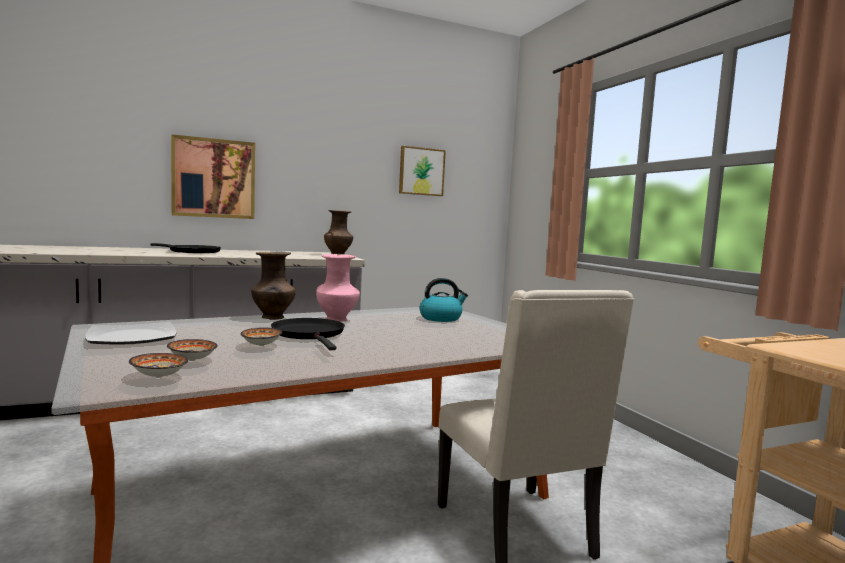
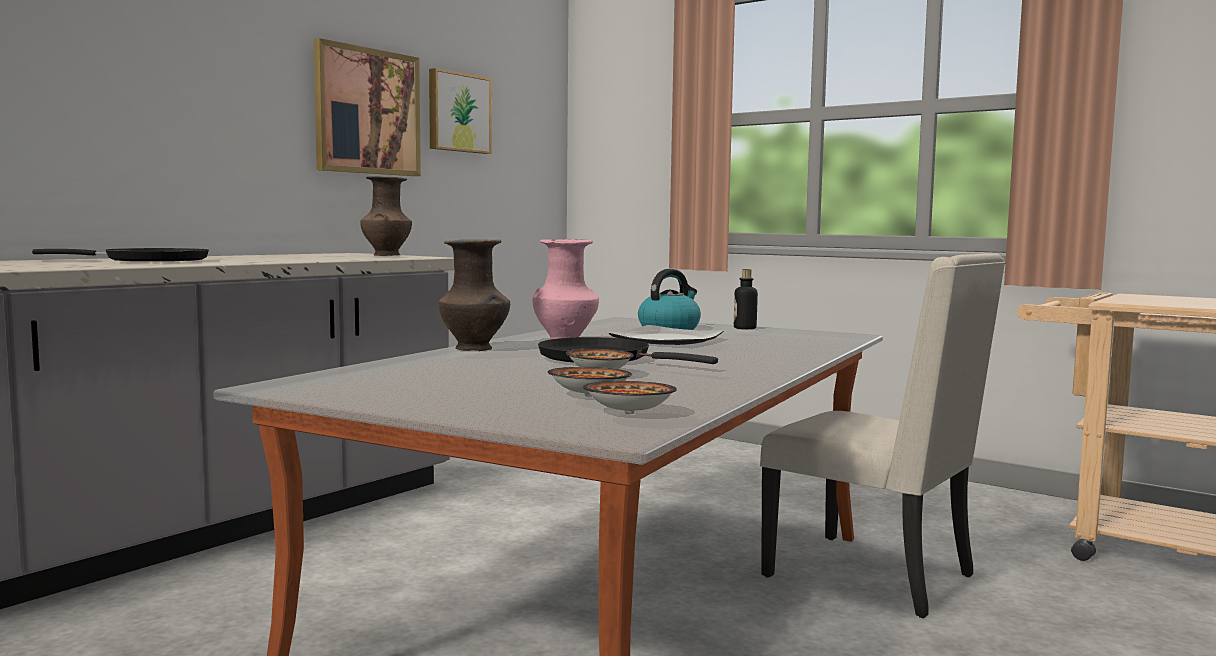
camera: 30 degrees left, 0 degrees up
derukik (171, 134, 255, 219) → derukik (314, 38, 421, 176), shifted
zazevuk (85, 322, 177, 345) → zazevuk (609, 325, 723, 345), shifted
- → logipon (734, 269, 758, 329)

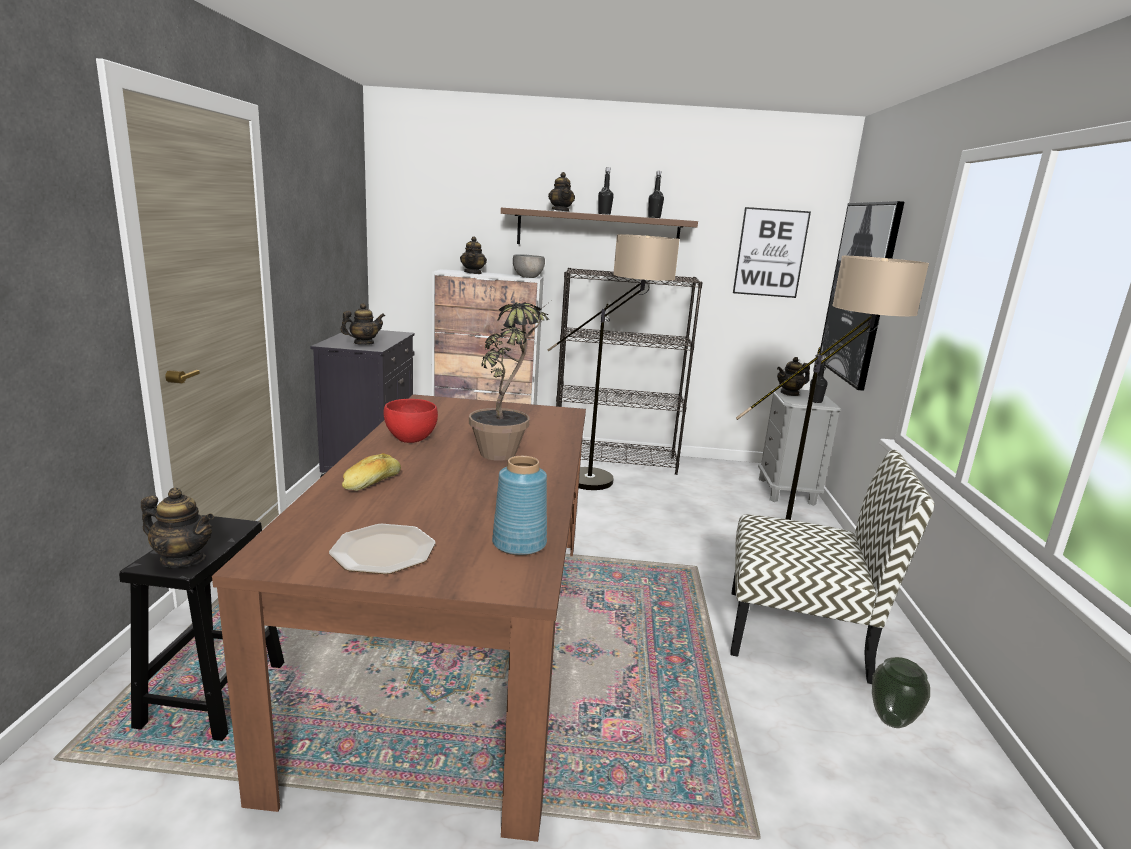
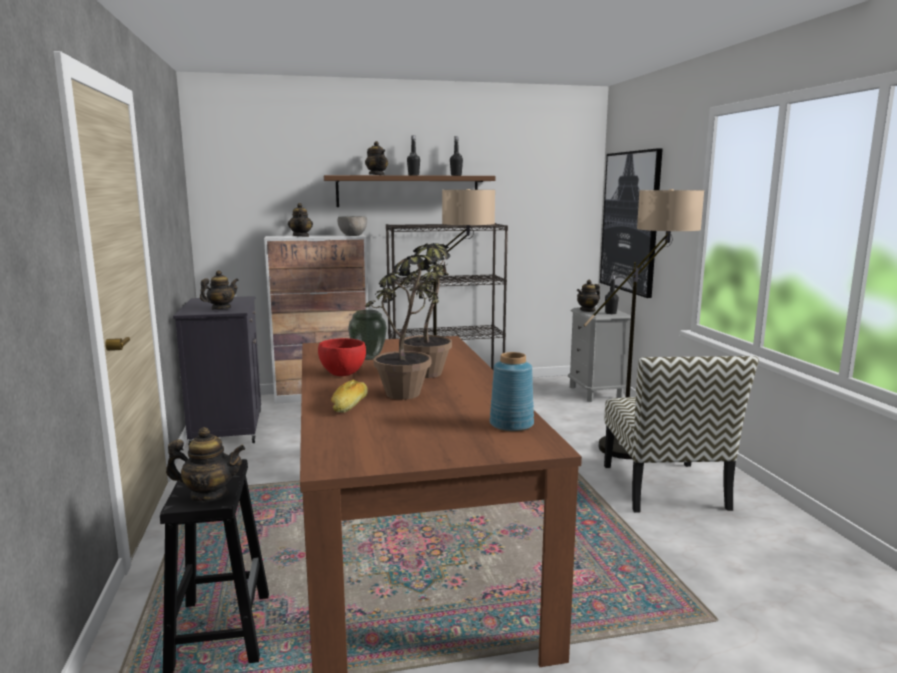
camera: 15 degrees left, 5 degrees down
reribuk (872, 657, 930, 728) → reribuk (348, 310, 387, 360), shifted
- → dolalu (366, 255, 448, 400)
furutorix (731, 450, 934, 684) → furutorix (604, 356, 759, 513), 90 degrees clockwise
zazevuk (329, 524, 436, 574) → -
derukik (733, 207, 811, 298) → -

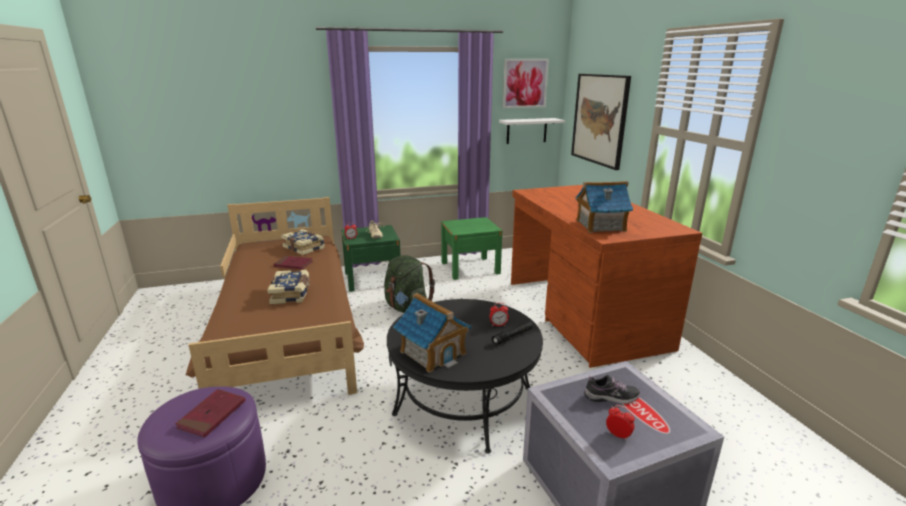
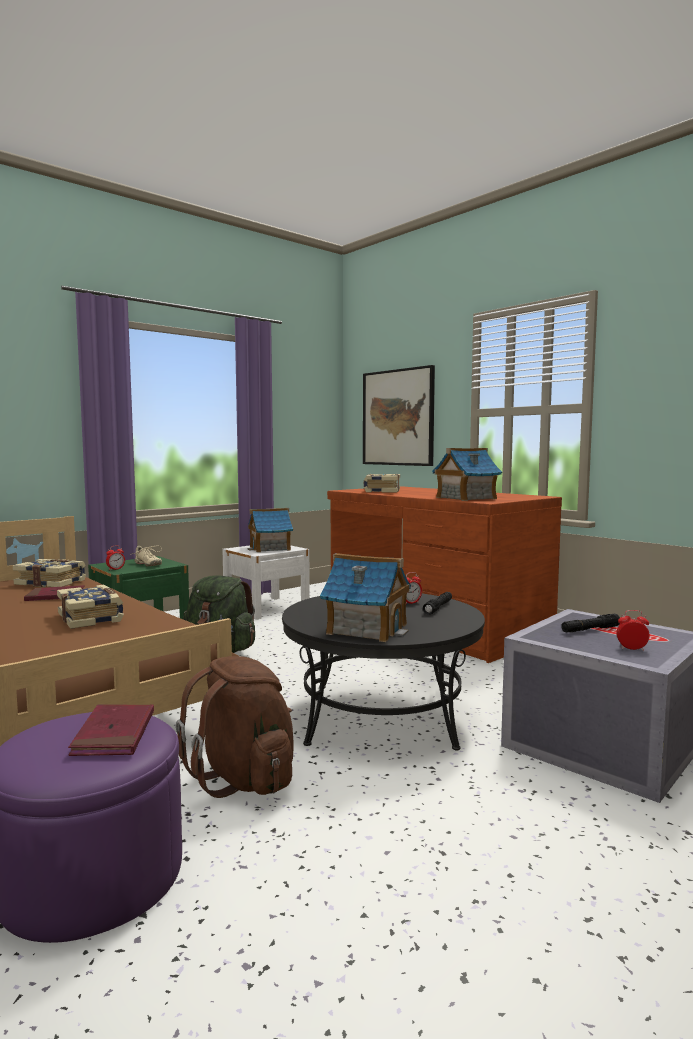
camera: 25 degrees left, 15 degrees down
- → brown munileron (176, 656, 294, 798)
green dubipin (441, 217, 502, 280) → white dubipin (222, 545, 310, 619)
- → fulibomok (247, 508, 293, 552)
- → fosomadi (364, 474, 400, 493)
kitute (584, 375, 640, 404) → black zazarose (561, 614, 620, 633)
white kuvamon (499, 118, 565, 144) → -
derukik (503, 59, 549, 108) → -

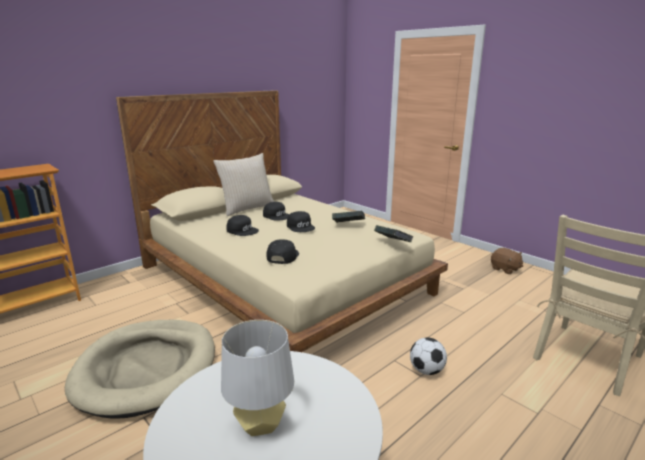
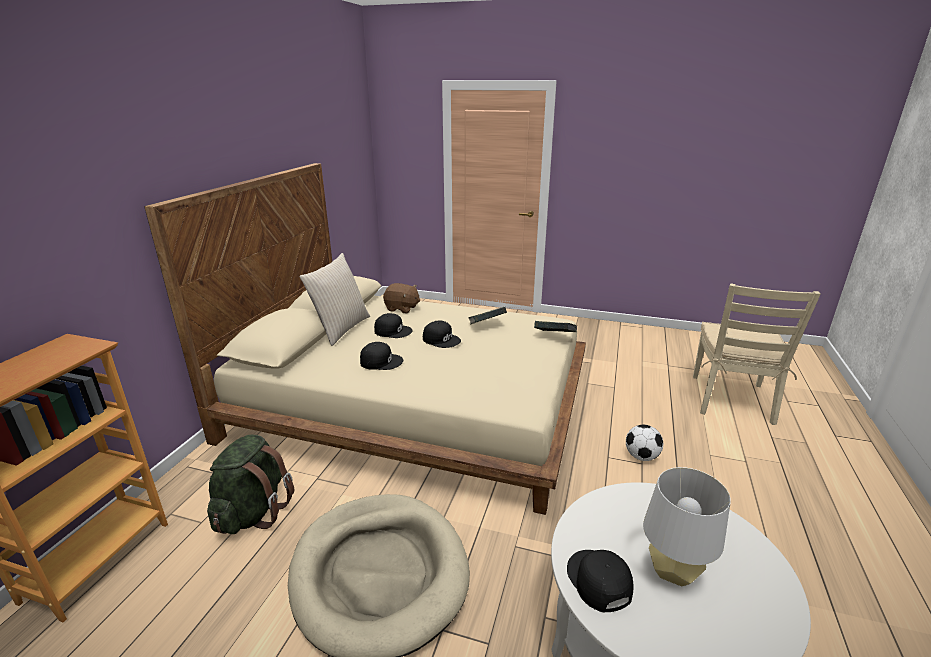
camera: 30 degrees left, 5 degrees up
- → green munileron (207, 435, 294, 534)
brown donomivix (491, 248, 523, 274) → brown donomivix (383, 283, 420, 313), shifted
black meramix (267, 239, 299, 264) → black meramix (567, 550, 634, 612), shifted

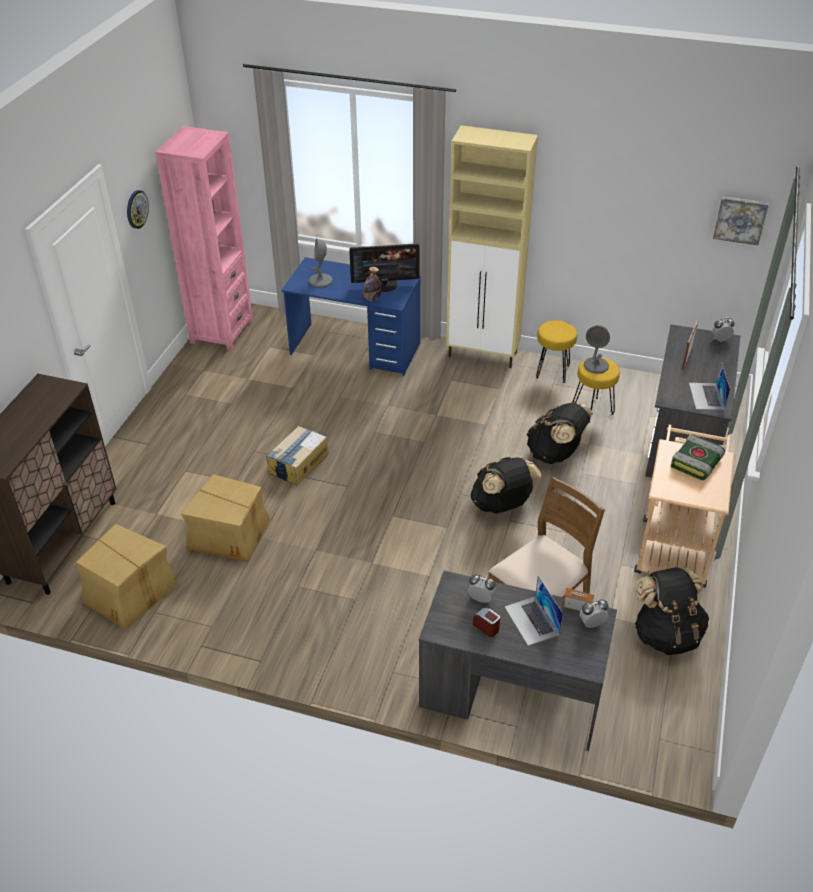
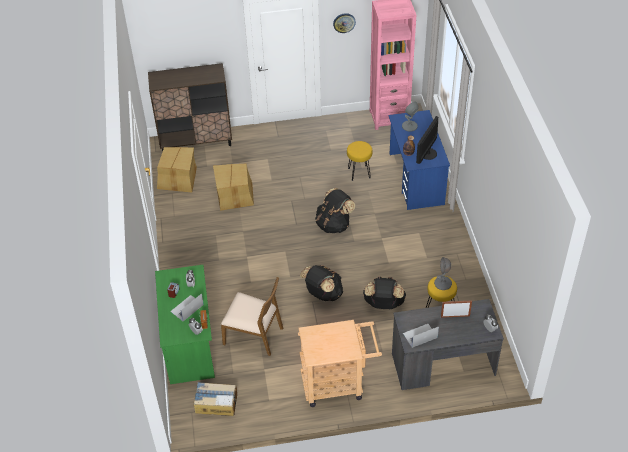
camera: 65 degrees right, 5 degrees up
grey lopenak (419, 571, 617, 751) → green lopenak (155, 265, 215, 384)
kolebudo (266, 426, 328, 486) → kolebudo (194, 382, 237, 416), shifted
black munileron (634, 567, 709, 655) → black munileron (315, 188, 355, 233), shifted
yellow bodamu (536, 320, 577, 383) → yellow bodamu (347, 141, 373, 181), shifted
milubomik (349, 243, 420, 292) → milubomik (416, 116, 438, 164), 60 degrees clockwise
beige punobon (446, 125, 538, 368) → -
fosomadi (671, 434, 725, 480) → -
derukik (713, 196, 769, 245) → -

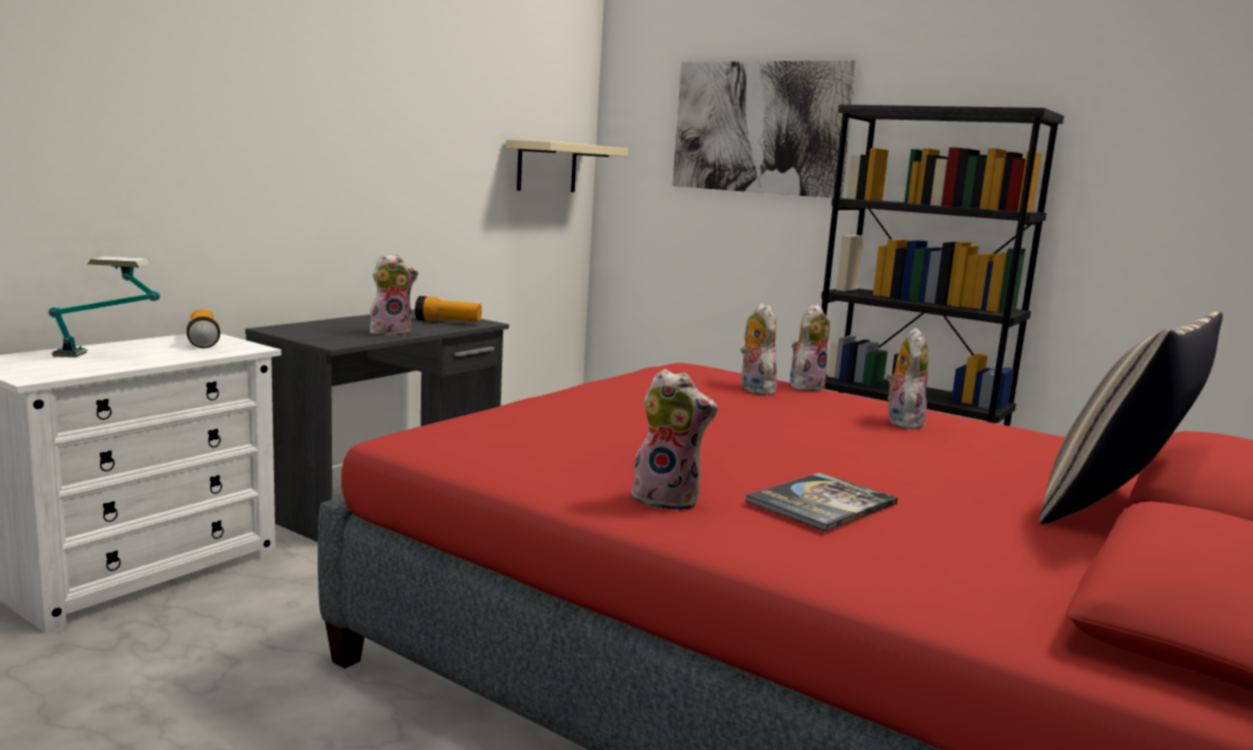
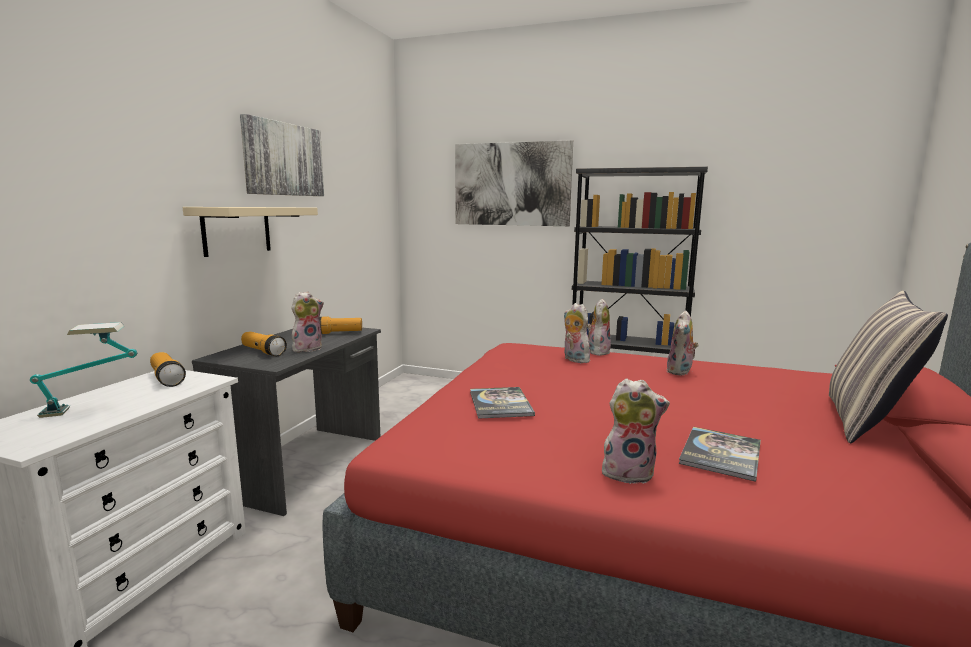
camera: 15 degrees left, 0 degrees up
beige kuvamon (506, 139, 628, 192) → beige kuvamon (183, 207, 318, 257), shifted
- → derukik (240, 114, 324, 196)
- → zazarose (241, 331, 287, 356)
- → fosomadi (470, 387, 535, 419)
donomivix (886, 328, 928, 429) → donomivix (667, 310, 699, 376), 150 degrees counterclockwise

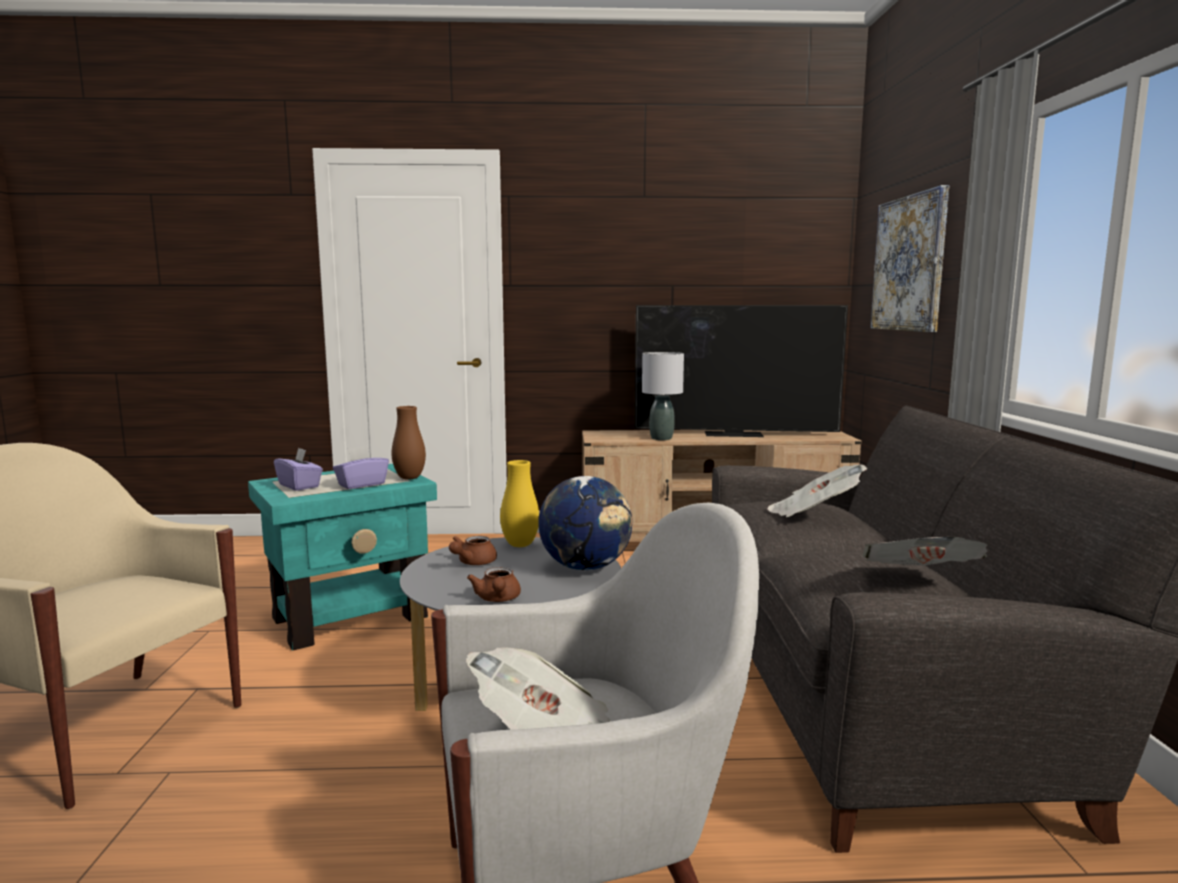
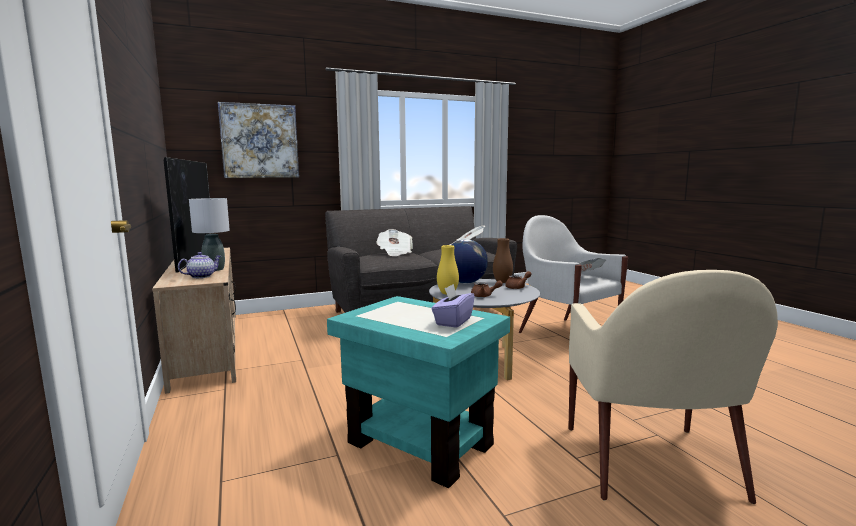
camera: 110 degrees left, 0 degrees up
- → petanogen (178, 252, 221, 278)
brown reribuk (391, 406, 426, 480) → brown reribuk (493, 238, 513, 283), shifted
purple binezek (333, 446, 389, 489) → -

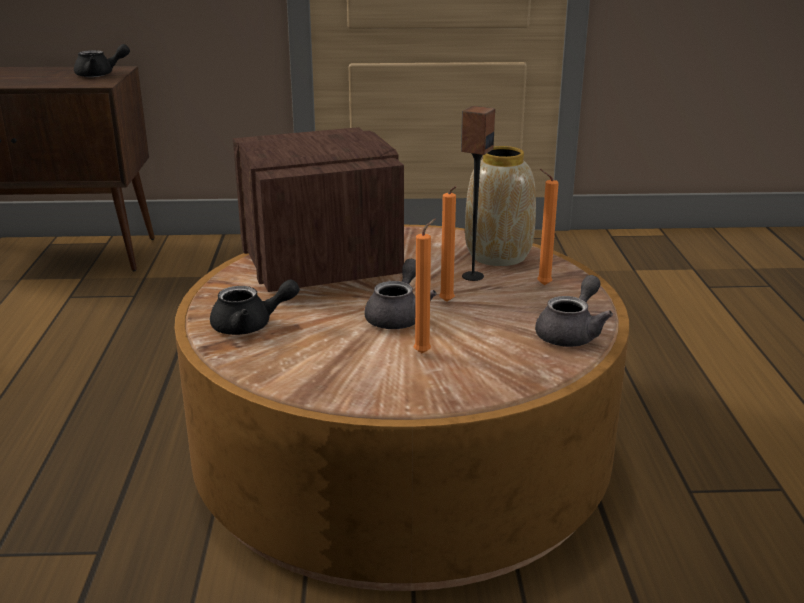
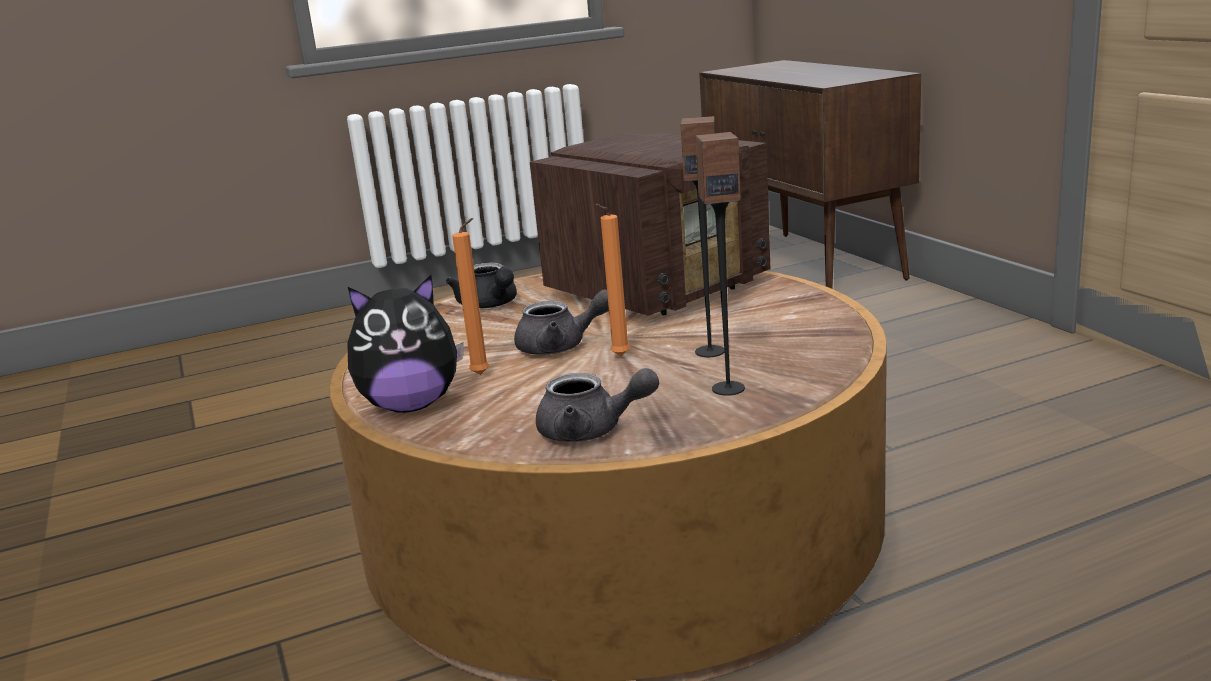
camera: 70 degrees right, 5 degrees down
- → donomivix (347, 275, 463, 413)
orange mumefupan (537, 169, 559, 285) → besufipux (695, 132, 745, 396)
black petanogen (74, 44, 130, 77) → -
reribuk (465, 146, 536, 266) → -

